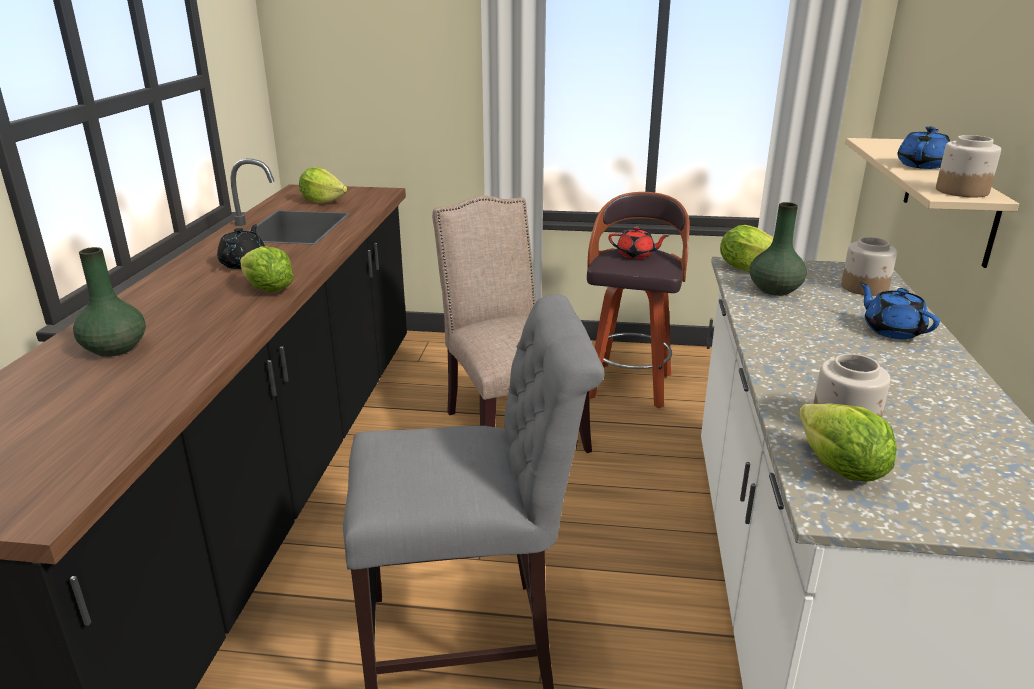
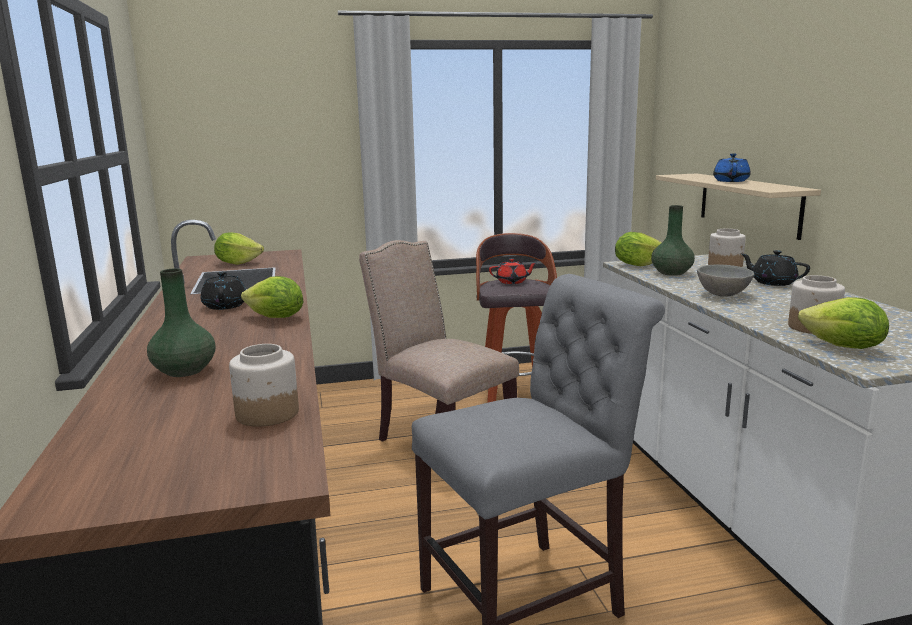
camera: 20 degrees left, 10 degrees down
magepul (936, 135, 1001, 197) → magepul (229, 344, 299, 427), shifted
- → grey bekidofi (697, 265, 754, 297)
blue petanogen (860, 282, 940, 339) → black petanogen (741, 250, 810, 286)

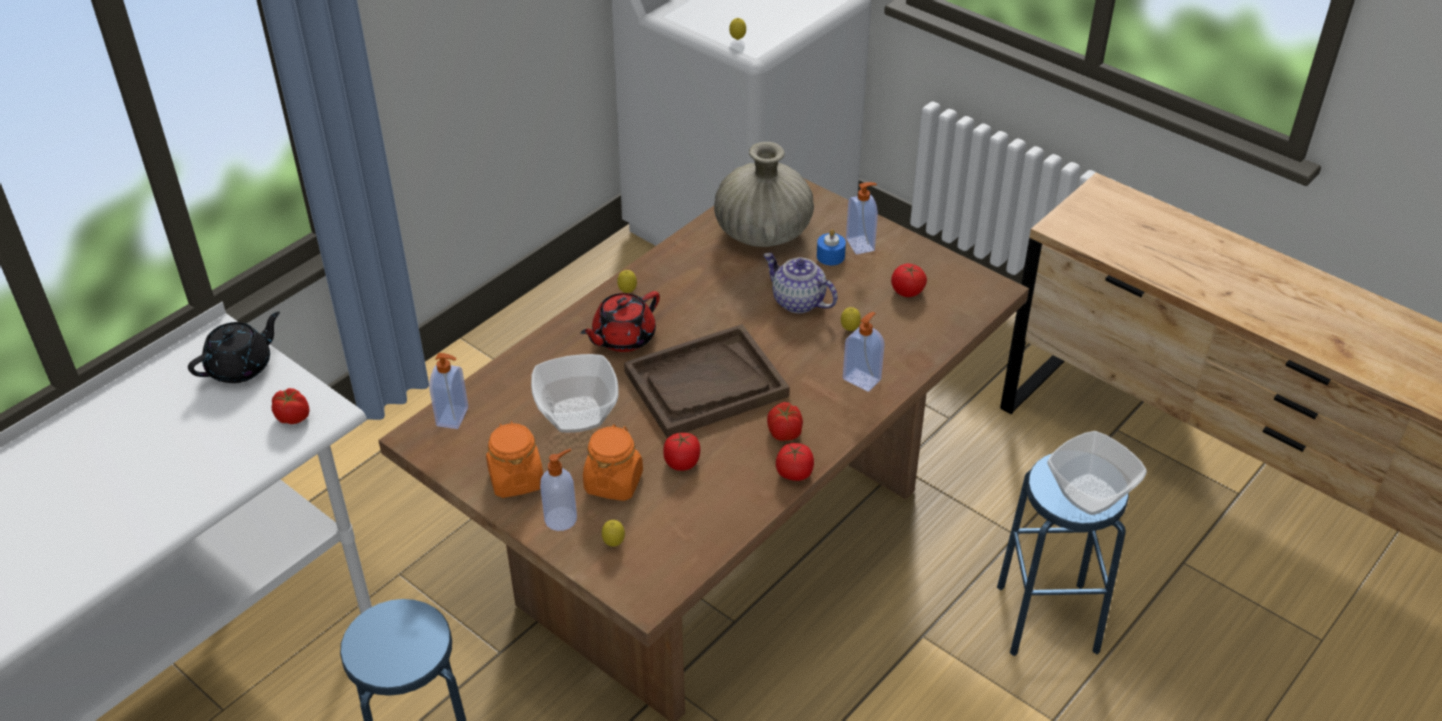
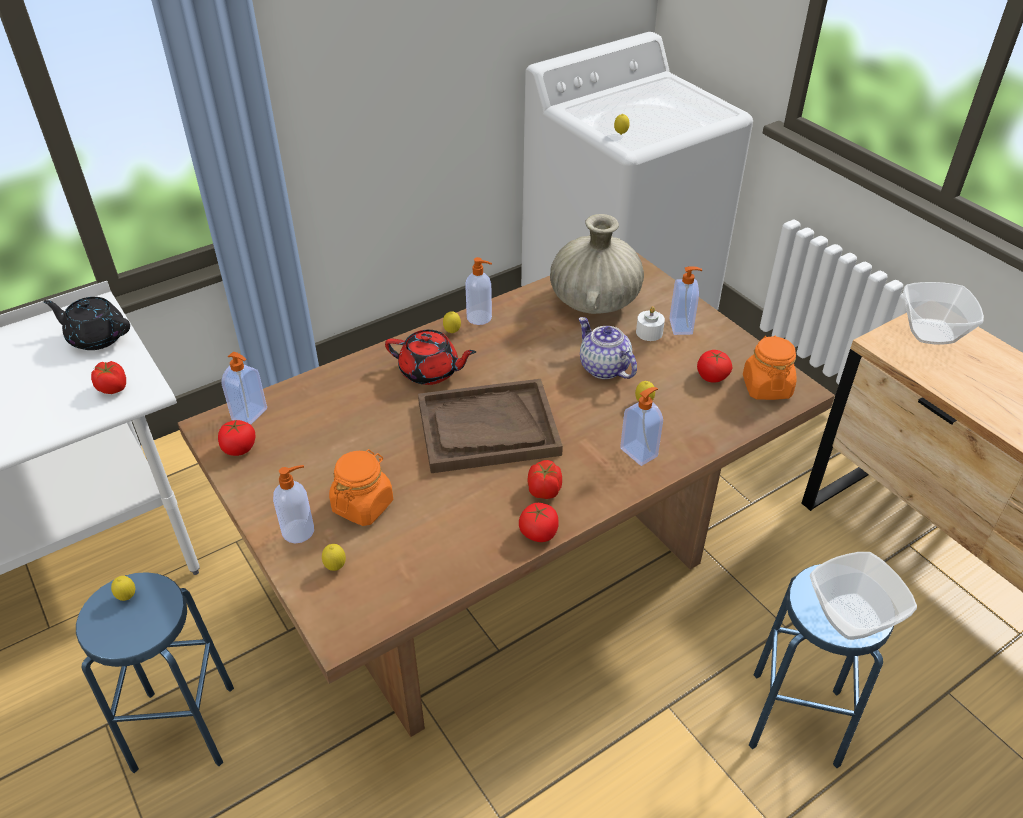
camera: 15 degrees right, 0 degrees up
black petanogen (188, 312, 280, 383) → black petanogen (43, 297, 130, 350), 135 degrees counterclockwise
- → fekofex (111, 576, 135, 601)
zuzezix (663, 432, 700, 471) → zuzezix (218, 419, 256, 456), shifted
red petanogen (580, 291, 660, 352) → red petanogen (385, 330, 476, 385), 135 degrees counterclockwise
- → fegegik (465, 257, 492, 325)
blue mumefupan (817, 229, 846, 265) → white mumefupan (636, 306, 665, 341)
orange magepul (486, 421, 543, 498) → orange magepul (743, 336, 796, 400), shifted
bekidofi (531, 354, 619, 433) → bekidofi (903, 282, 984, 345), shifted

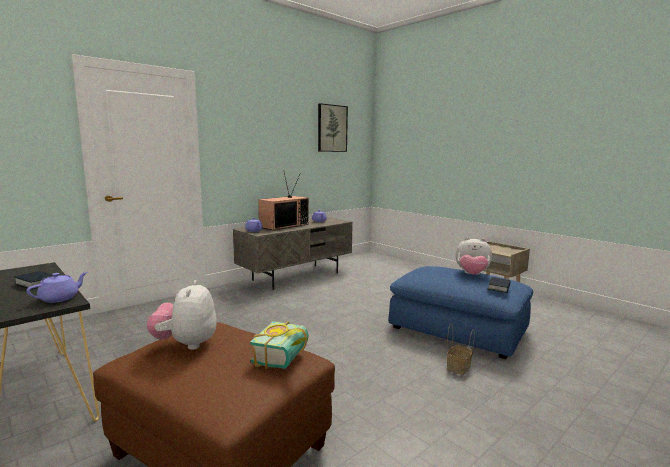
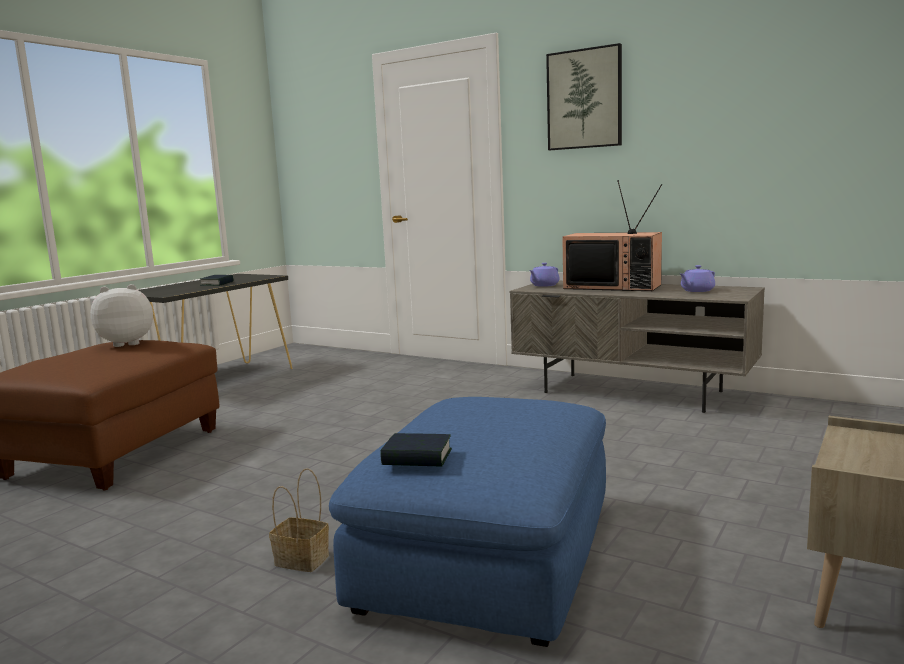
camera: 75 degrees right, 0 degrees up
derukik (318, 103, 348, 152) → derukik (546, 43, 622, 150), shifted
purple petanogen (27, 272, 88, 303) → -
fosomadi (250, 321, 309, 369) → -
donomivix (456, 237, 492, 275) → -

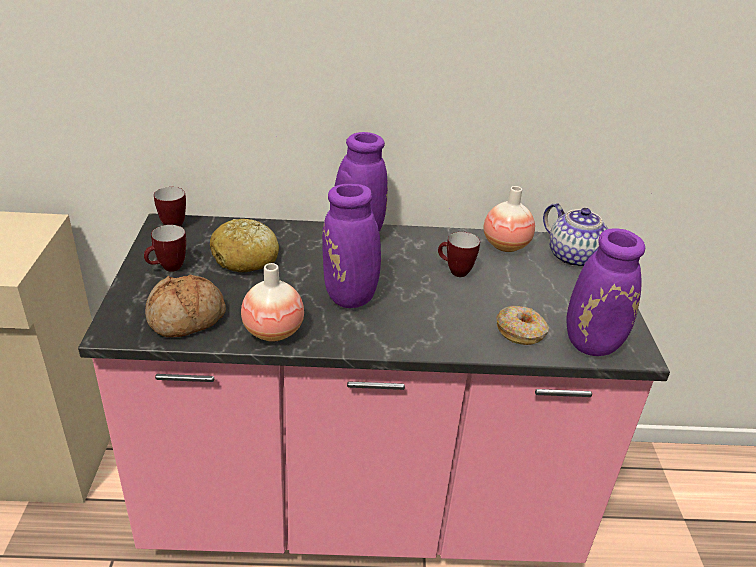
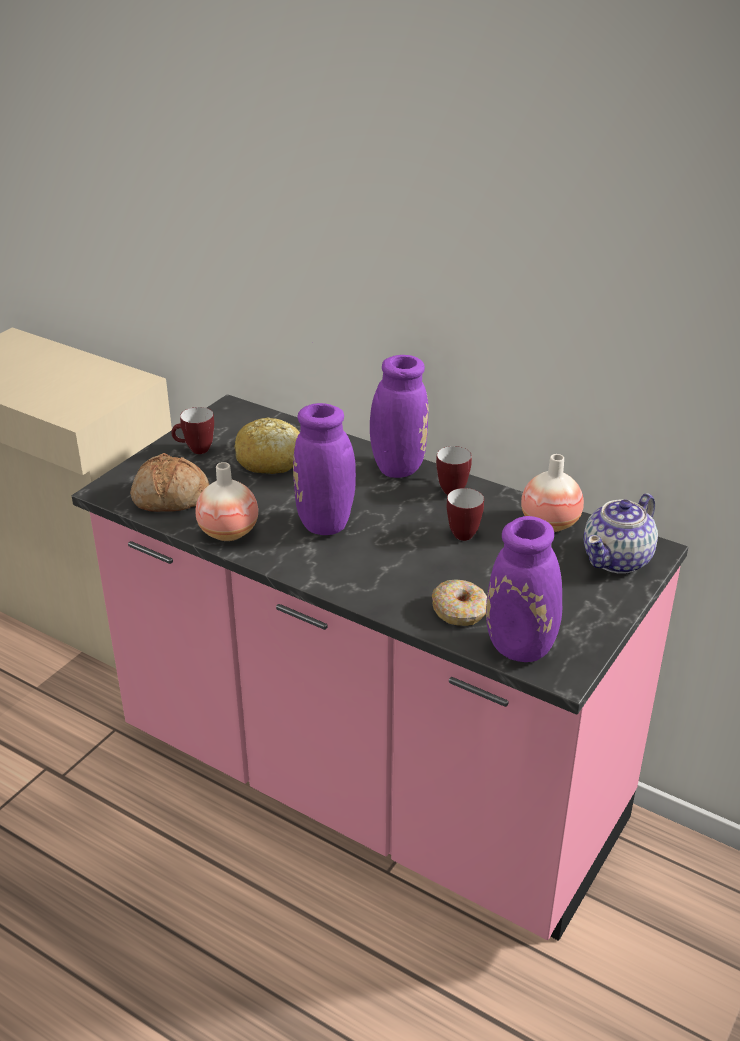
camera: 35 degrees right, 0 degrees up
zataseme (154, 187, 186, 227) → zataseme (436, 446, 472, 495), shifted
petanogen (543, 203, 608, 268) → petanogen (583, 493, 658, 574), 45 degrees clockwise

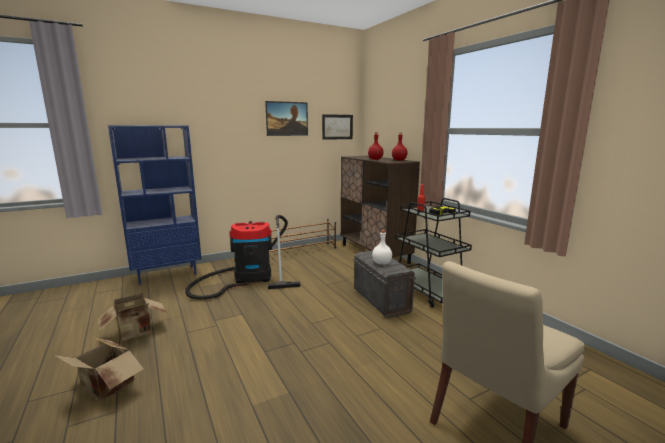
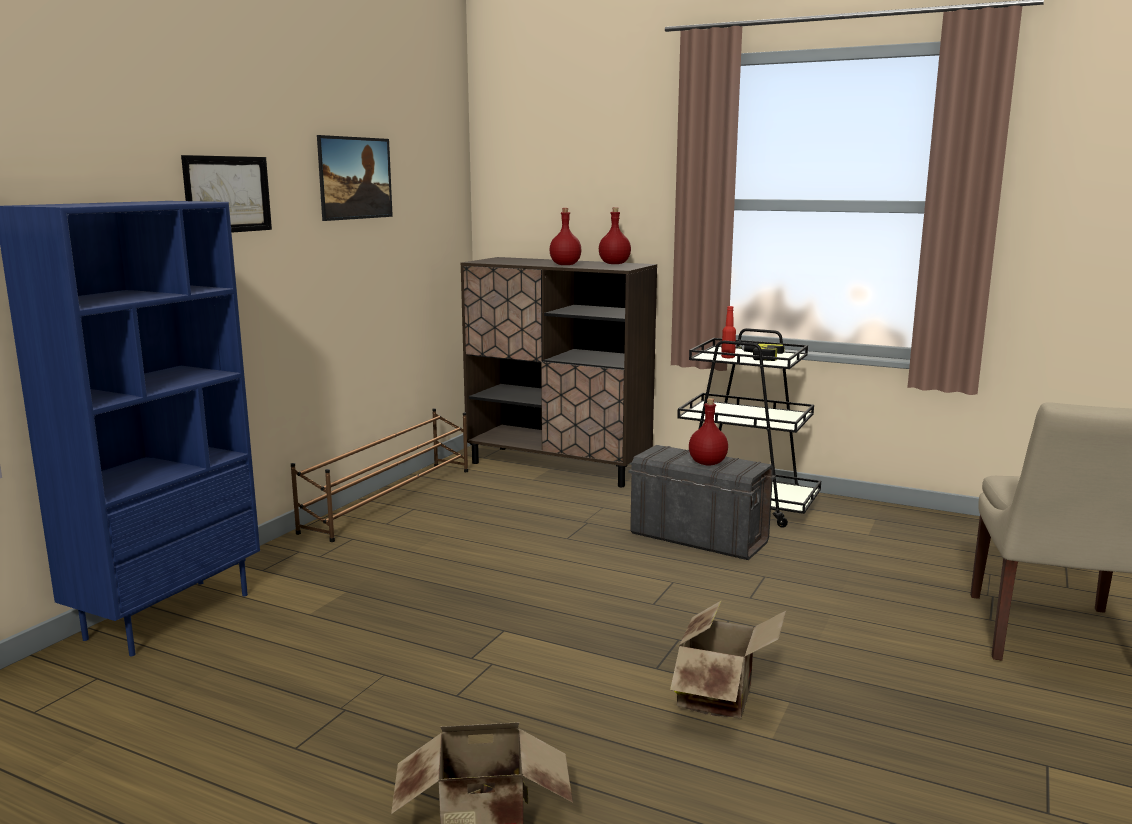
camera: 35 degrees left, 0 degrees up
derukik (322, 114, 353, 140) → derukik (181, 155, 272, 233), shifted
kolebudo (98, 293, 167, 341) → kolebudo (670, 600, 786, 718), shifted
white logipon (372, 230, 392, 265) → red logipon (689, 398, 728, 465)
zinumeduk (185, 215, 300, 300) → -

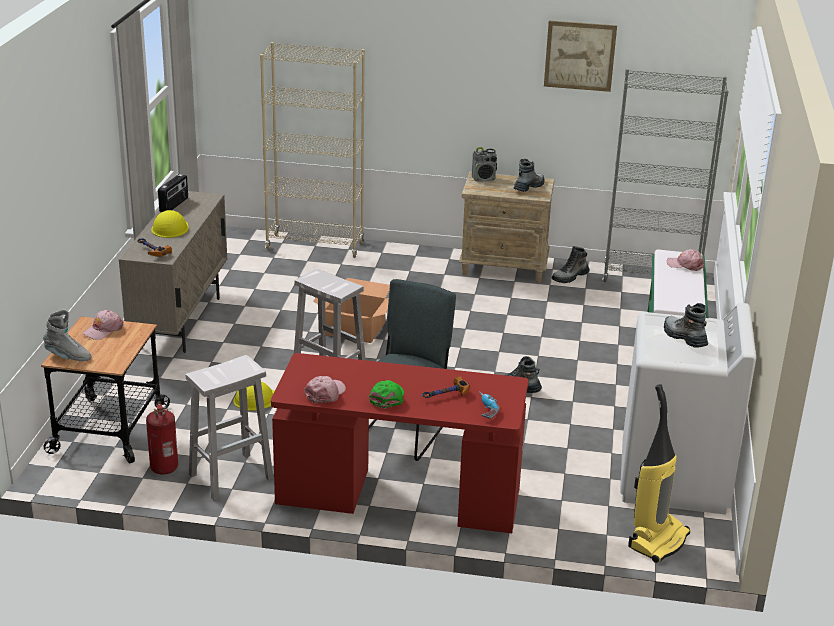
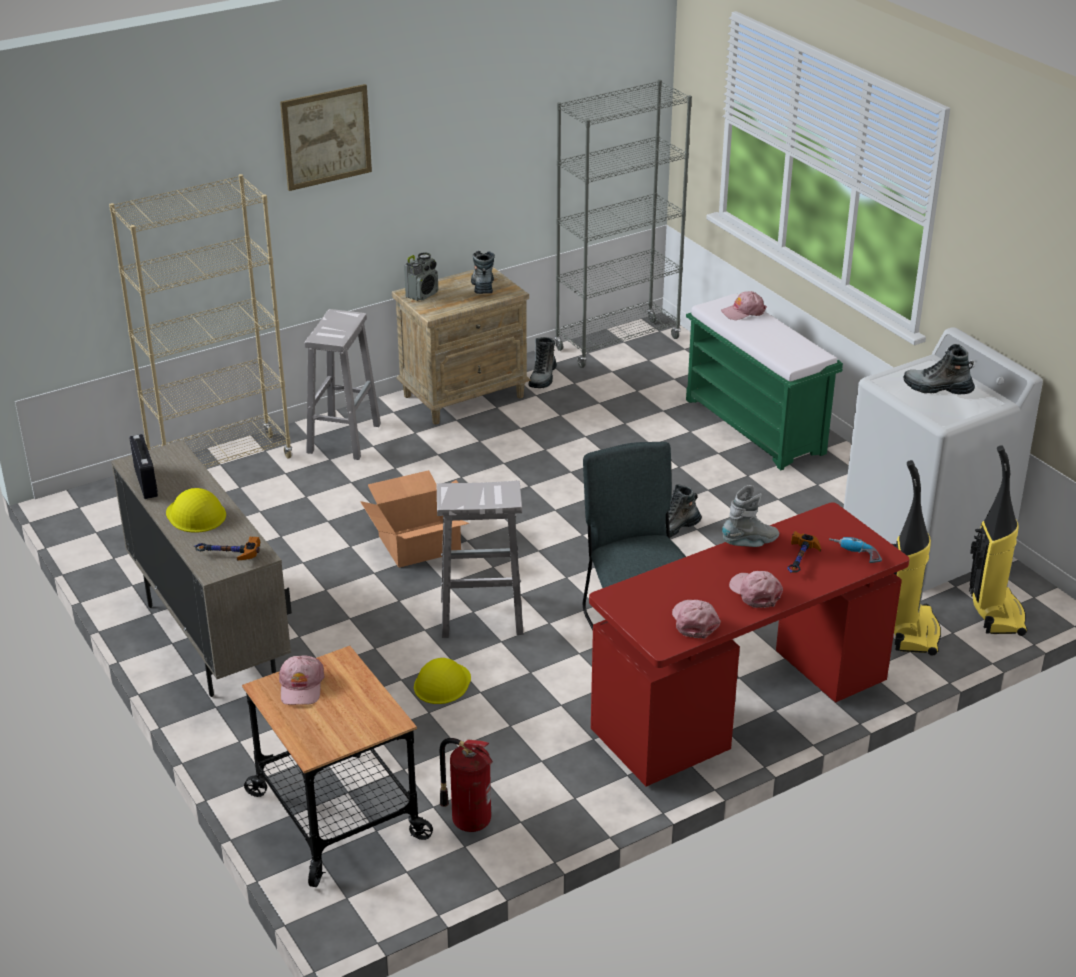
camera: 40 degrees left, 5 degrees up
derukik (544, 21, 617, 92) → derukik (280, 84, 372, 191), shifted
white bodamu (186, 355, 274, 501) → white bodamu (305, 309, 381, 460), shifted
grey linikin (43, 310, 92, 361) → grey linikin (722, 485, 779, 547), shifted
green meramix (369, 380, 404, 409) → pink meramix (729, 571, 783, 608)
- → zinumeduk (892, 460, 941, 656)

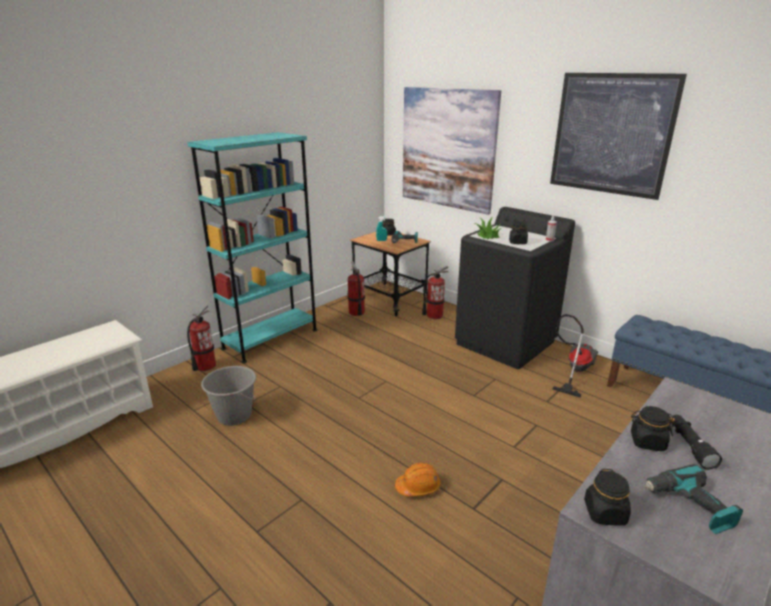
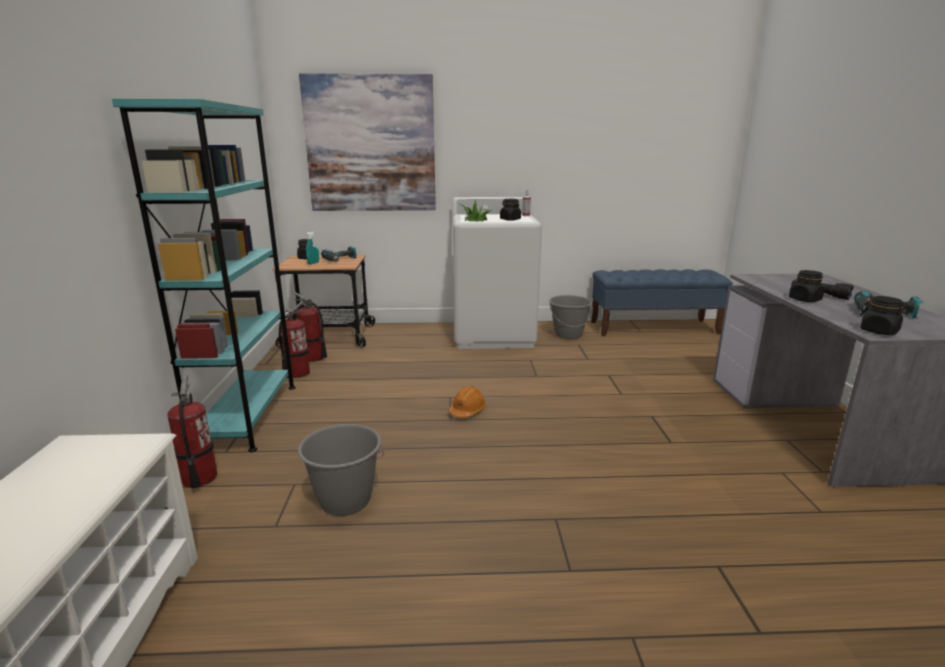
camera: 45 degrees left, 5 degrees down
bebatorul (422, 266, 448, 319) → bebatorul (279, 301, 310, 378), shifted
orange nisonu (395, 463, 441, 496) → orange nisonu (449, 387, 486, 418), shifted
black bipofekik (455, 207, 575, 369) → white bipofekik (453, 197, 542, 349)
zinumeduk (552, 314, 598, 398) → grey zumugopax (549, 295, 593, 339)
derukik (550, 73, 687, 200) → -

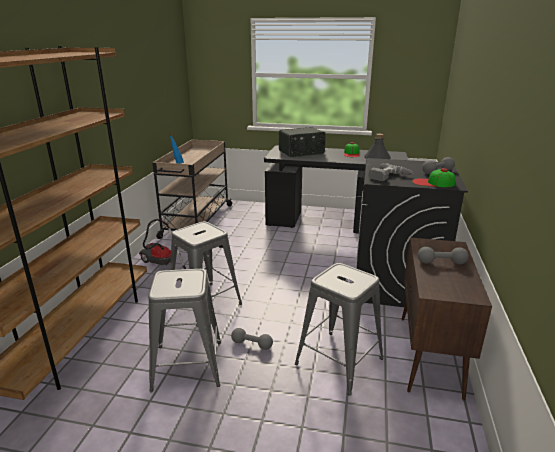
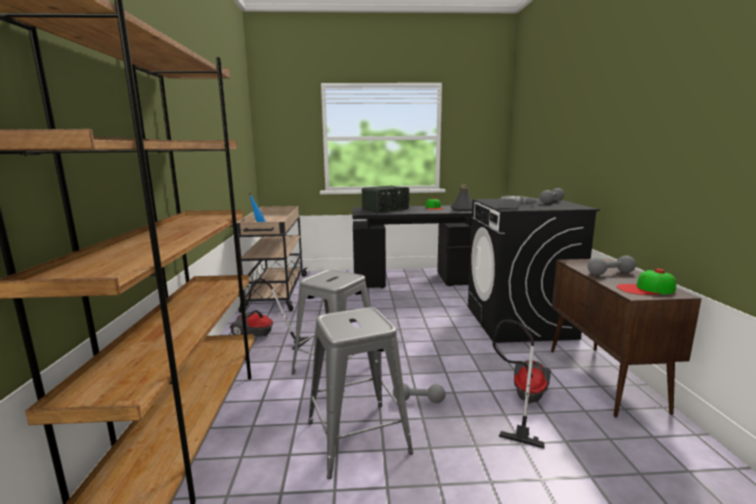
camera: 15 degrees left, 10 degrees down
grey bodamu (295, 263, 383, 396) → zinumeduk (492, 320, 551, 449)
meramix (412, 168, 456, 187) → meramix (616, 269, 676, 295), shifted

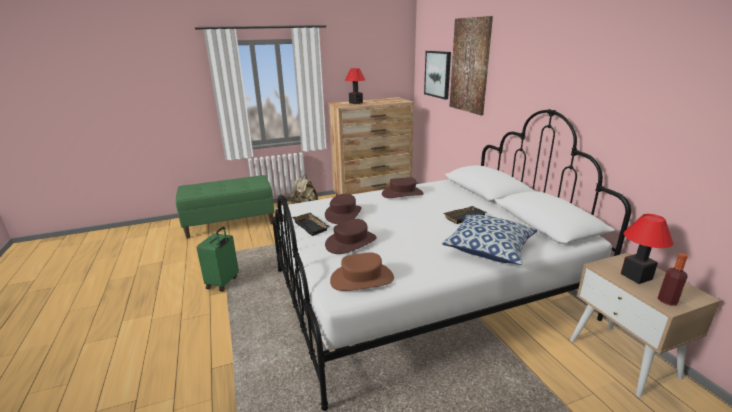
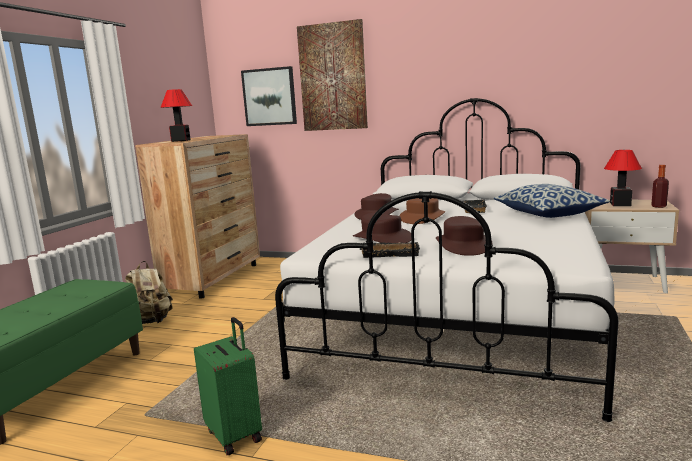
camera: 50 degrees left, 10 degrees down
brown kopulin (330, 253, 394, 291) → brown kopulin (400, 198, 445, 224), shifted

